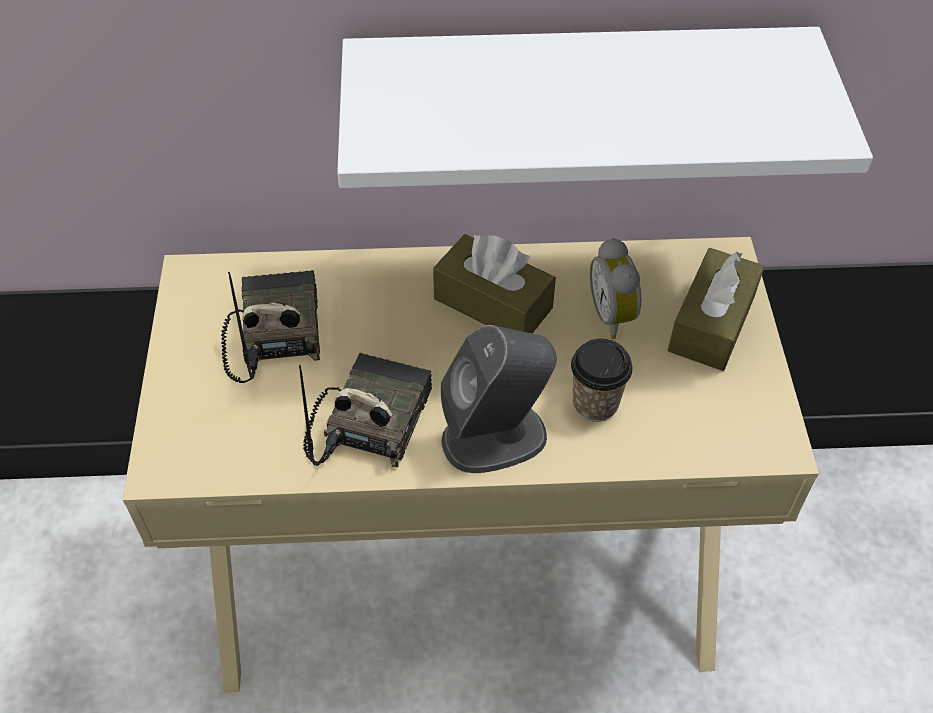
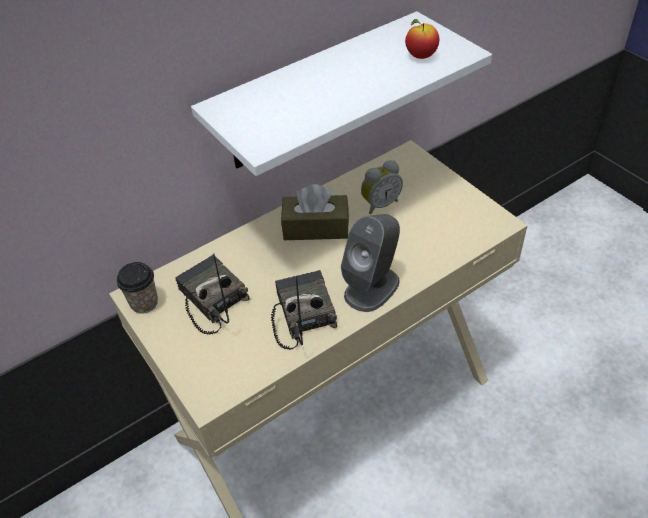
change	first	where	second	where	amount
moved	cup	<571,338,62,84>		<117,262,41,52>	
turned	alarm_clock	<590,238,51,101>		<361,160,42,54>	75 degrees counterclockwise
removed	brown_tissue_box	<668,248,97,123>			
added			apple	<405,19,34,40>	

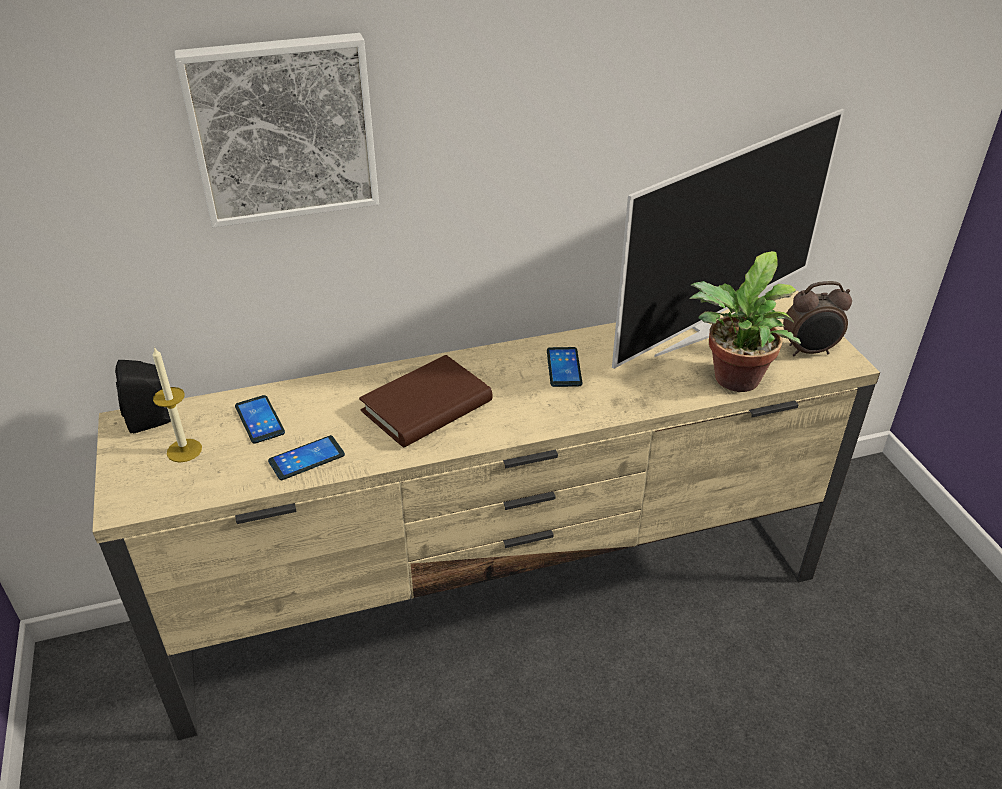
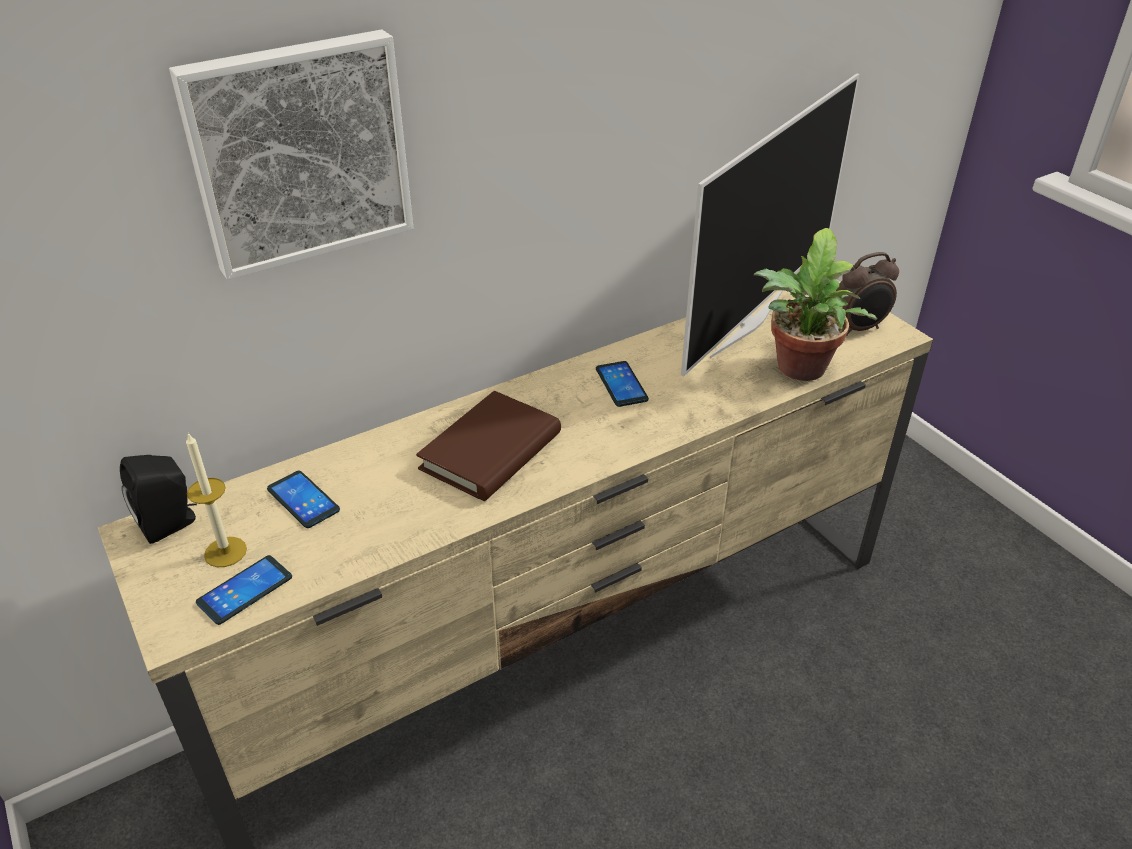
change	first	where	second	where	amount
moved	phone	<268,435,77,45>		<196,555,96,70>	

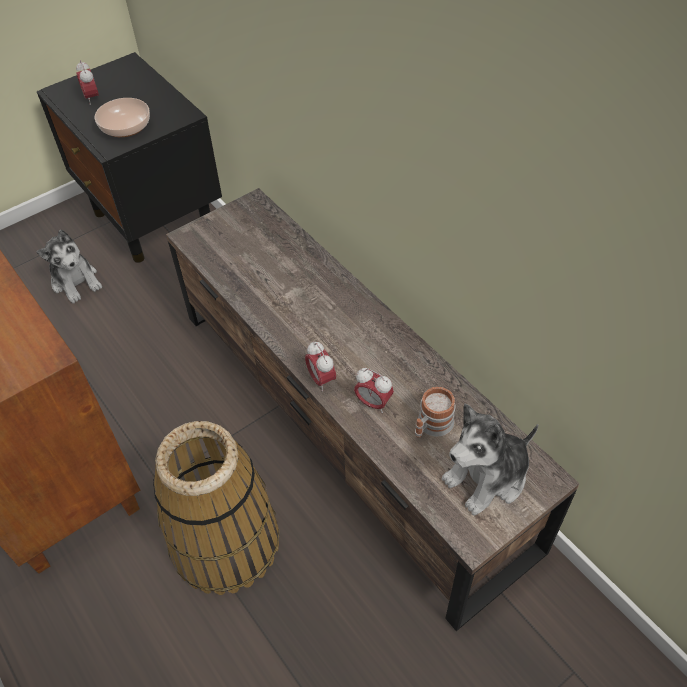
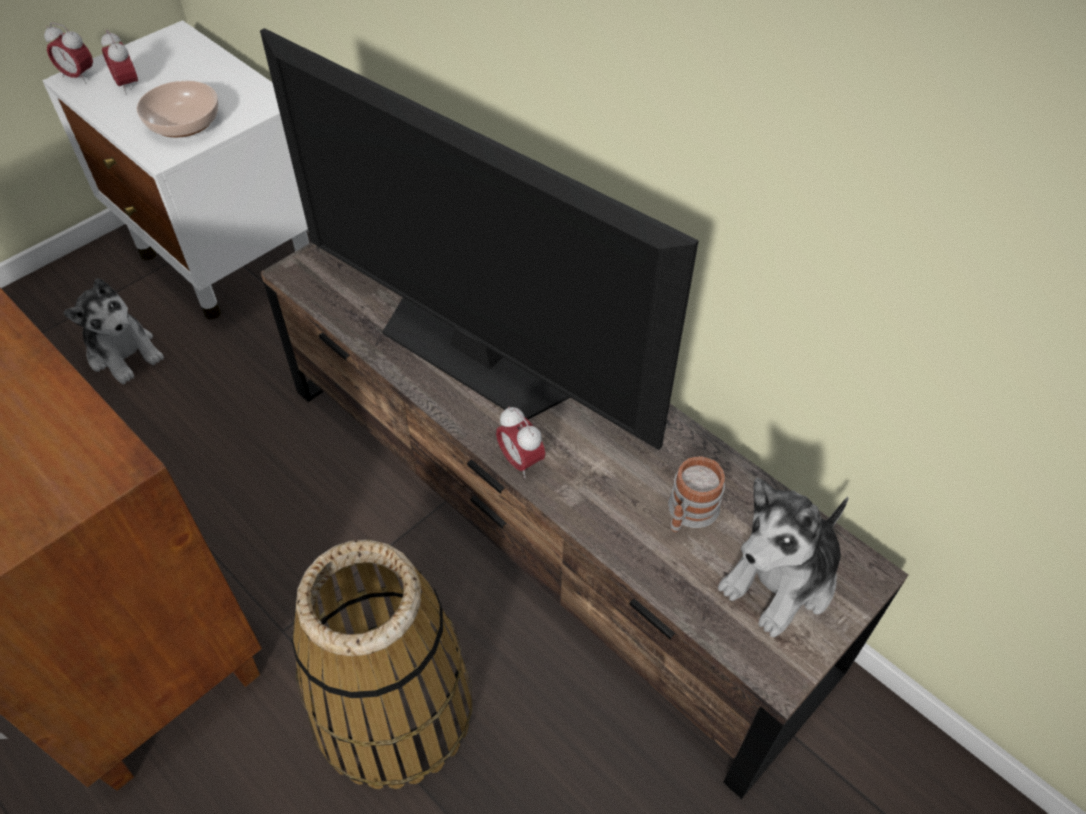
change	first	where	second	where	amount
recoloured	black_nightstand	<37,52,185,211>	white_nightstand	<42,20,267,299>	
moved	alarm_clock	<354,368,40,45>		<44,22,49,62>	
added			television	<260,28,439,422>	

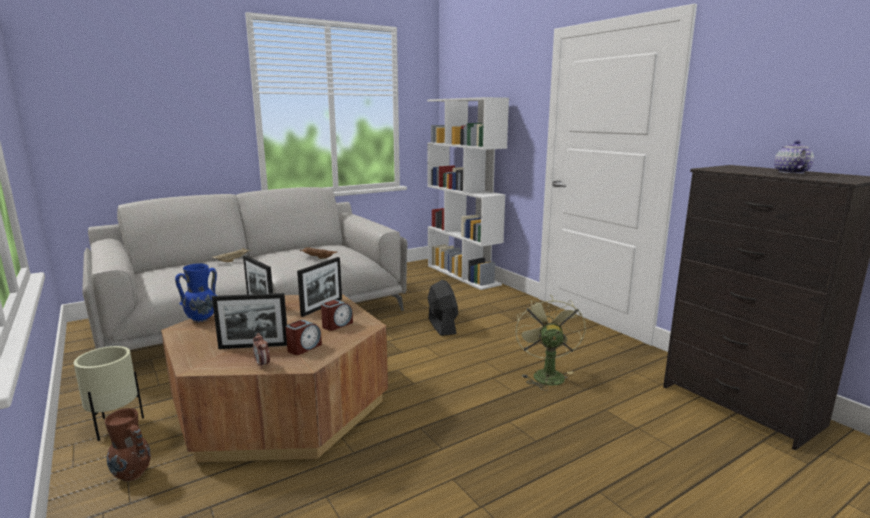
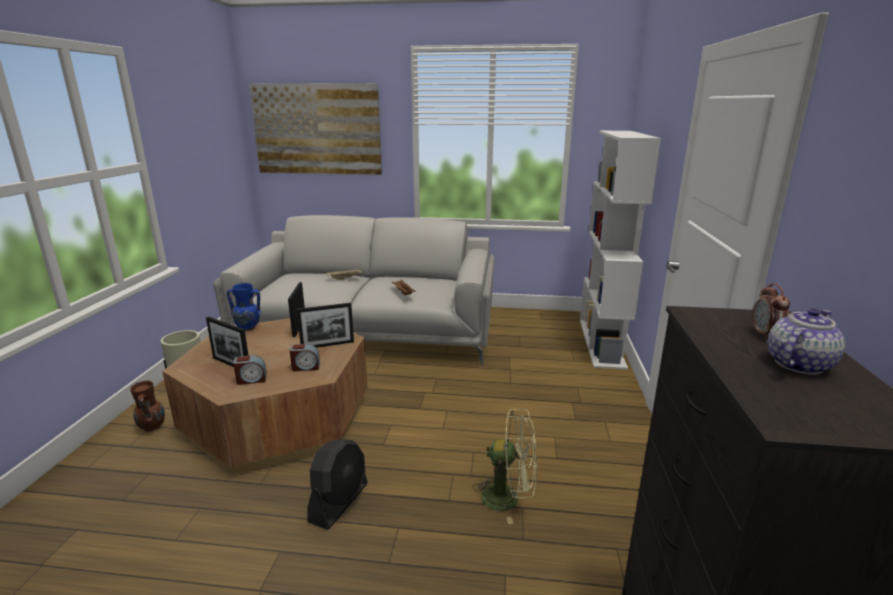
change	first	where	second	where	amount
moved	alarm_clock	<253,333,17,36>		<752,283,38,57>	
moved	black_fan	<428,280,30,56>		<307,439,61,91>	
turned	green_fan	<515,295,71,96>		<472,409,65,115>	60 degrees clockwise
added			picture	<249,83,133,92>	

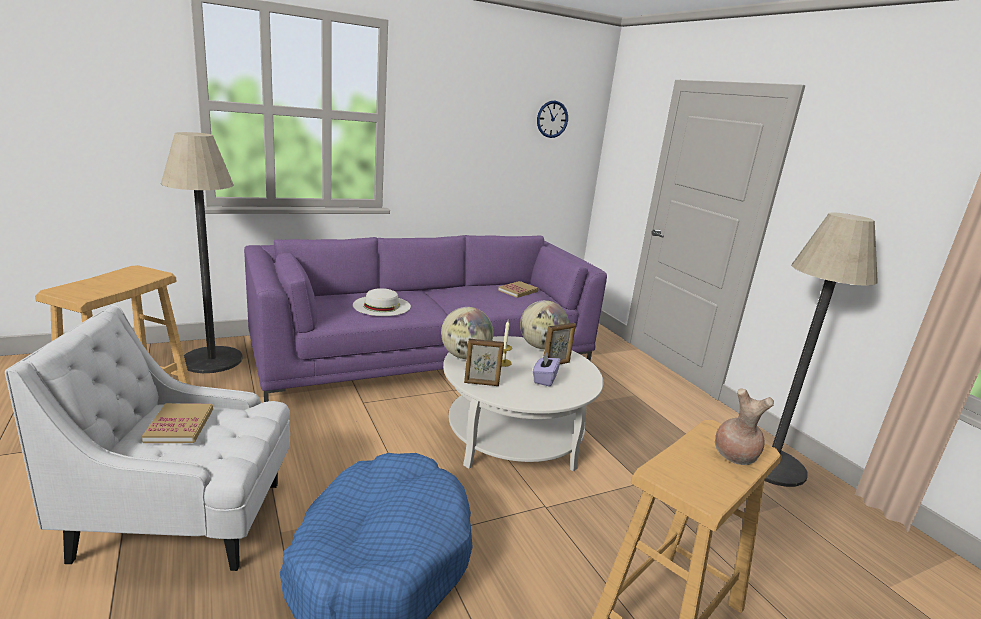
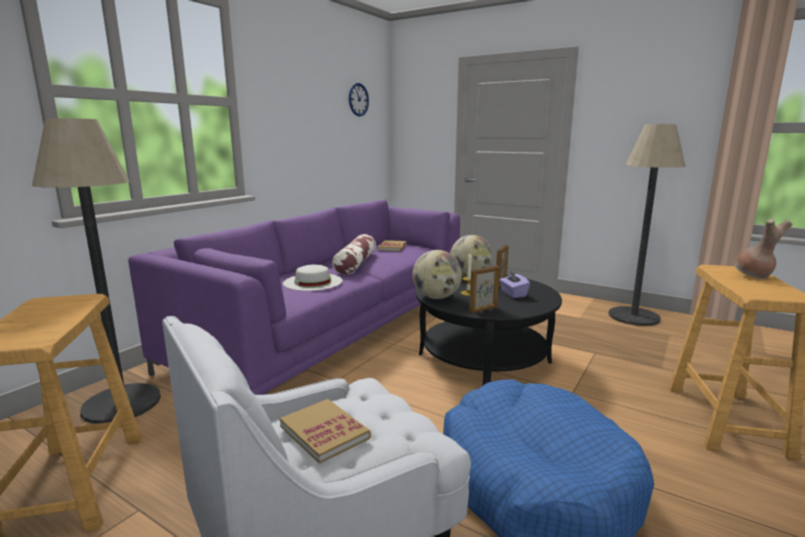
change	first	where	second	where	amount
recoloured	white_coffee_table	<443,336,160,135>	black_coffee_table	<416,275,146,110>	
added			pillow	<332,234,44,41>	

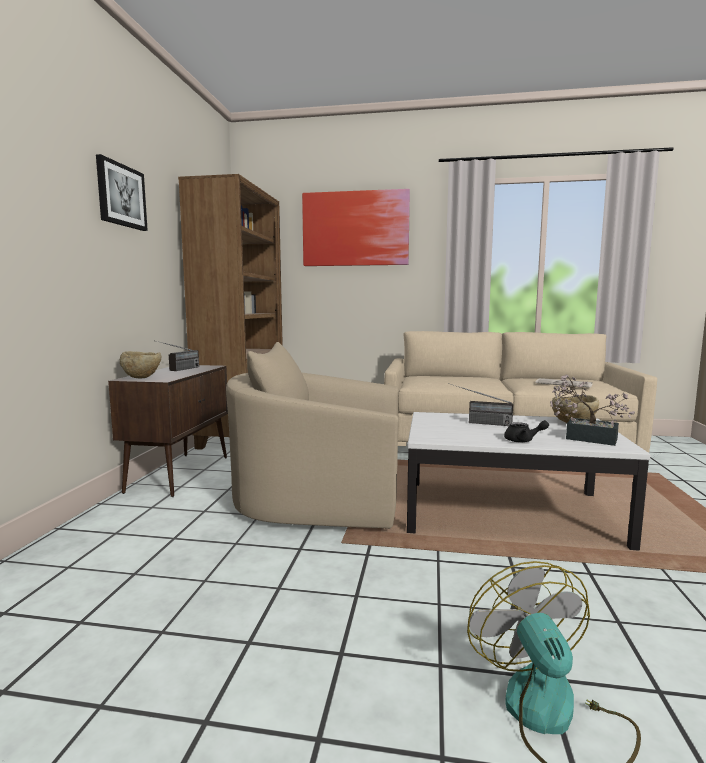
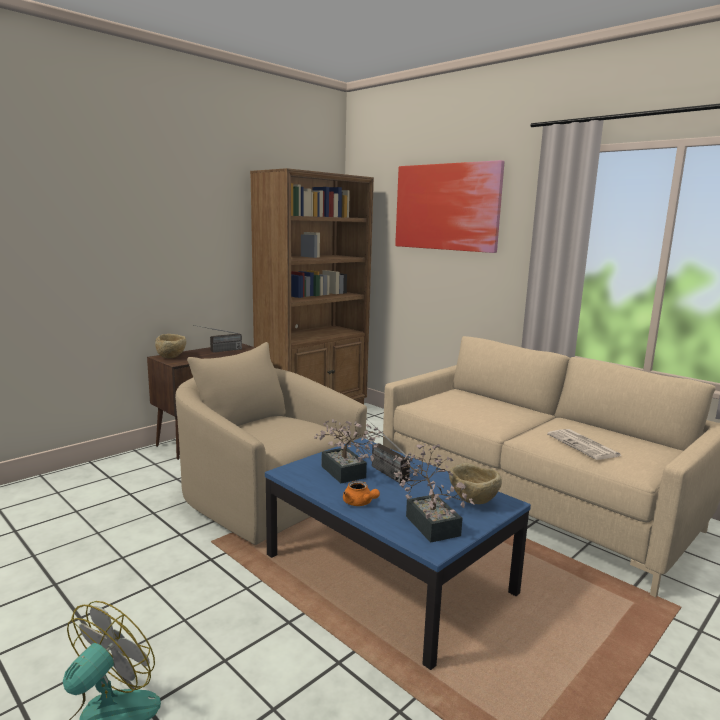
change	first	where	second	where	amount
removed	picture	<96,154,52,77>			
recoloured	white_coffee_table	<407,412,244,139>	blue_coffee_table	<265,438,266,232>	
recoloured	black_teapot	<504,420,45,22>	orange_teapot	<343,481,37,25>	
added			potted_plant	<314,419,68,64>	

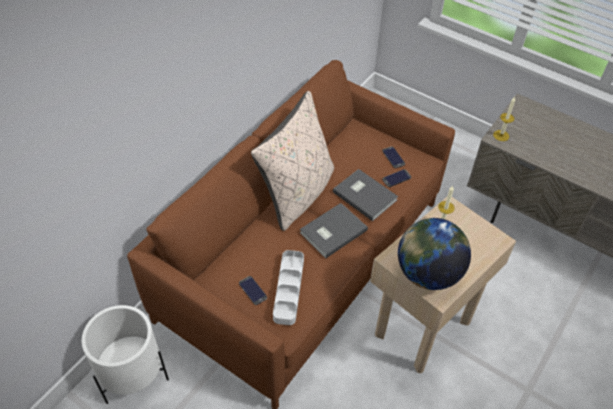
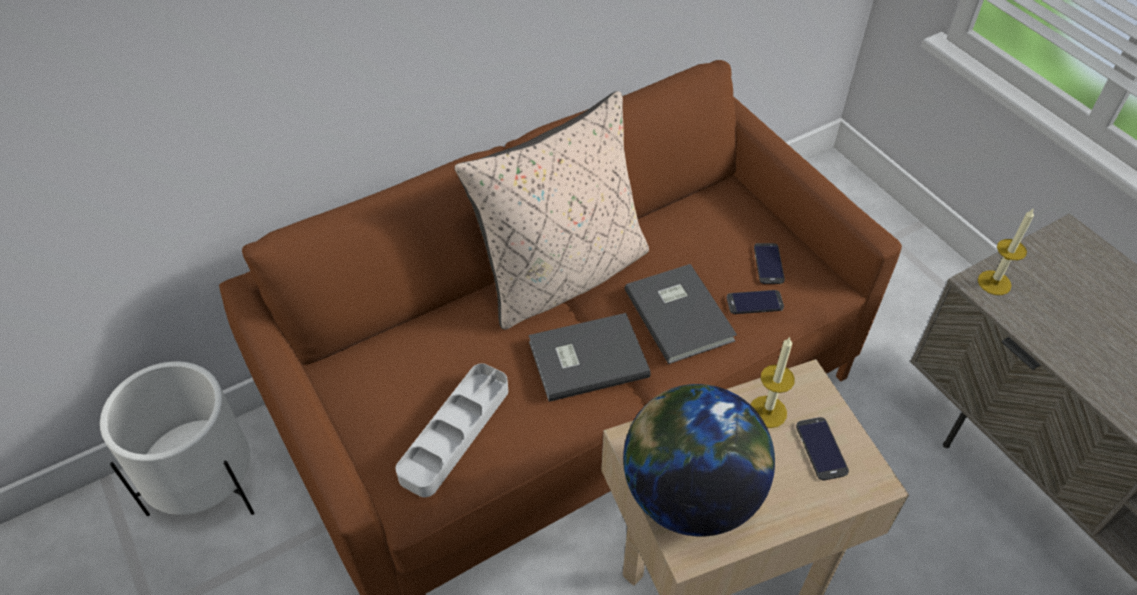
change	first	where	second	where	amount
moved	phone	<239,276,28,29>		<796,417,53,63>	

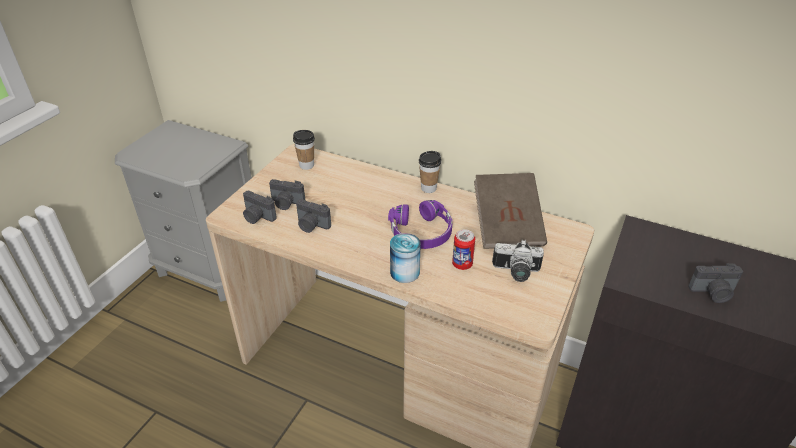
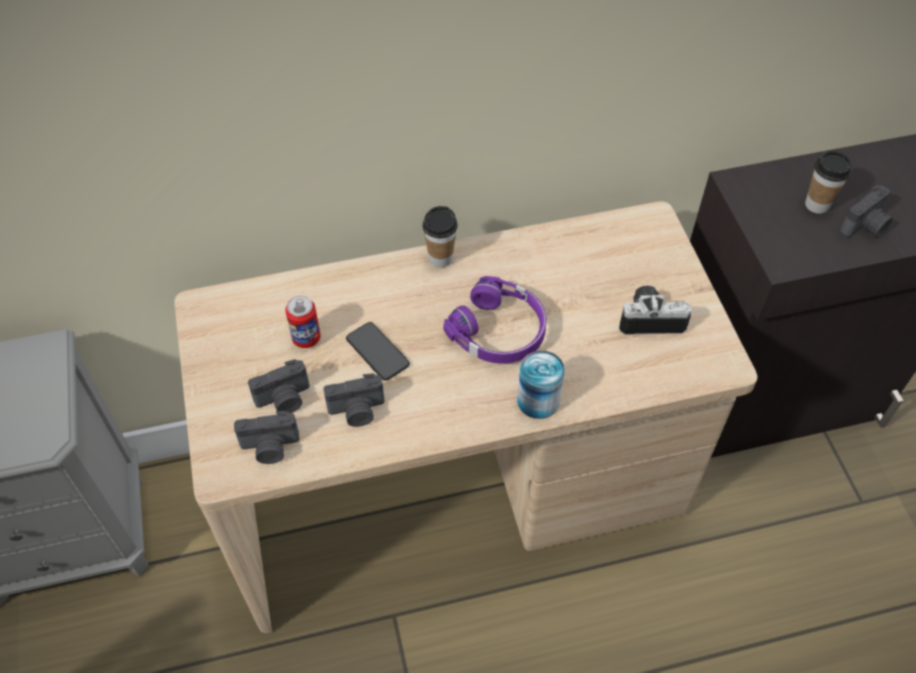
change	first	where	second	where	amount
moved	cup	<293,130,22,40>		<805,151,46,63>	
moved	can	<452,229,23,41>		<285,295,36,53>	
removed	brown_book	<474,173,73,76>			
turned	photo_camera	<492,240,52,42>		<619,286,72,48>	150 degrees counterclockwise
added			phone	<346,322,64,59>	

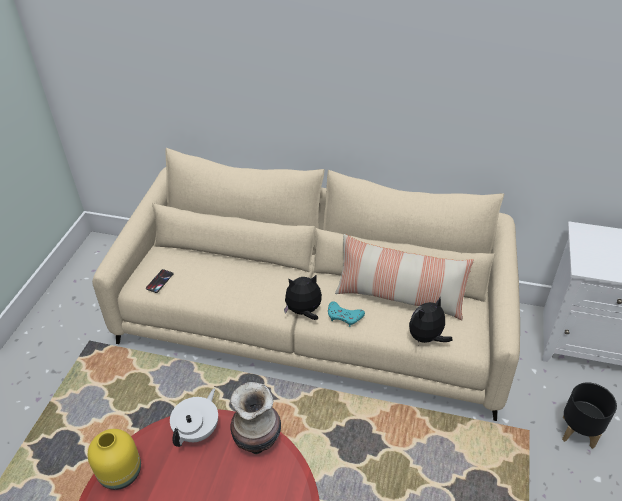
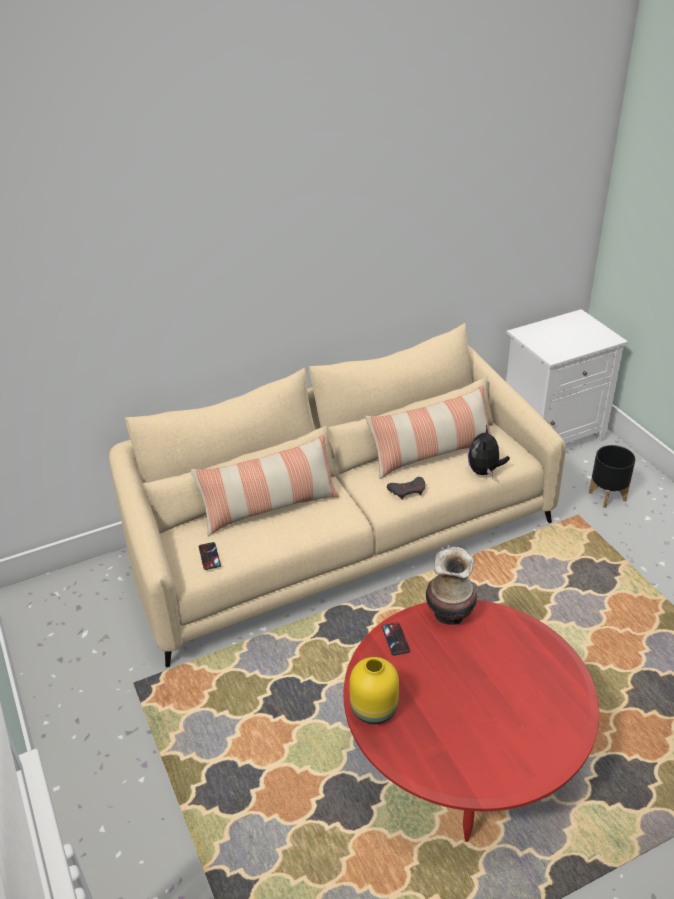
change	first	where	second	where	amount
replaced	white_teapot	<170,389,48,58>	phone	<382,622,28,34>	
removed	plush_toy	<284,275,38,45>			
recoloured	turquoise_game_controller	<328,301,37,26>	grey_game_controller	<387,477,38,23>	
added			pillow	<191,434,148,102>	

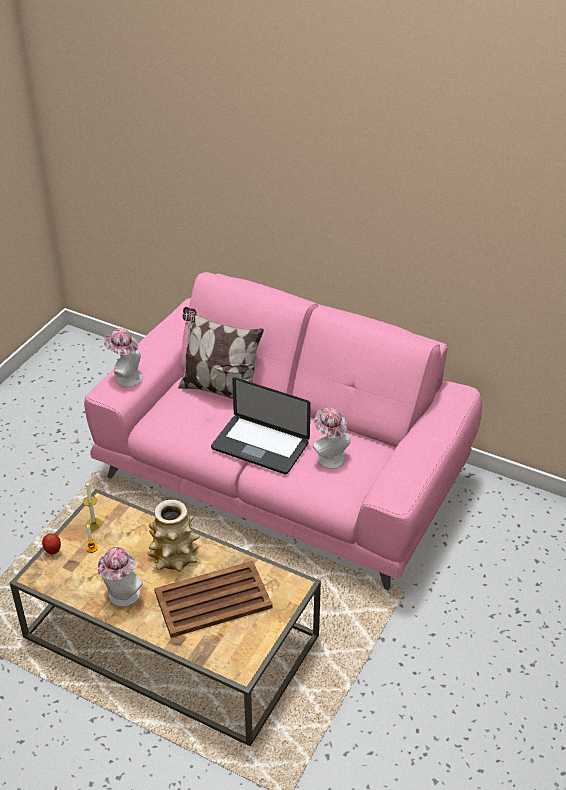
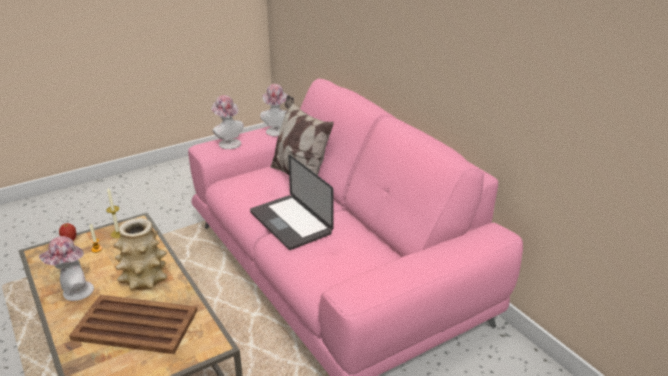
change	first	where	second	where	amount
moved	hat	<313,407,38,62>		<260,84,28,52>	

